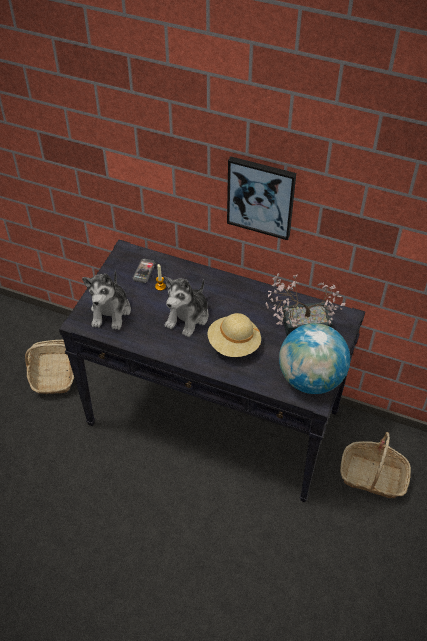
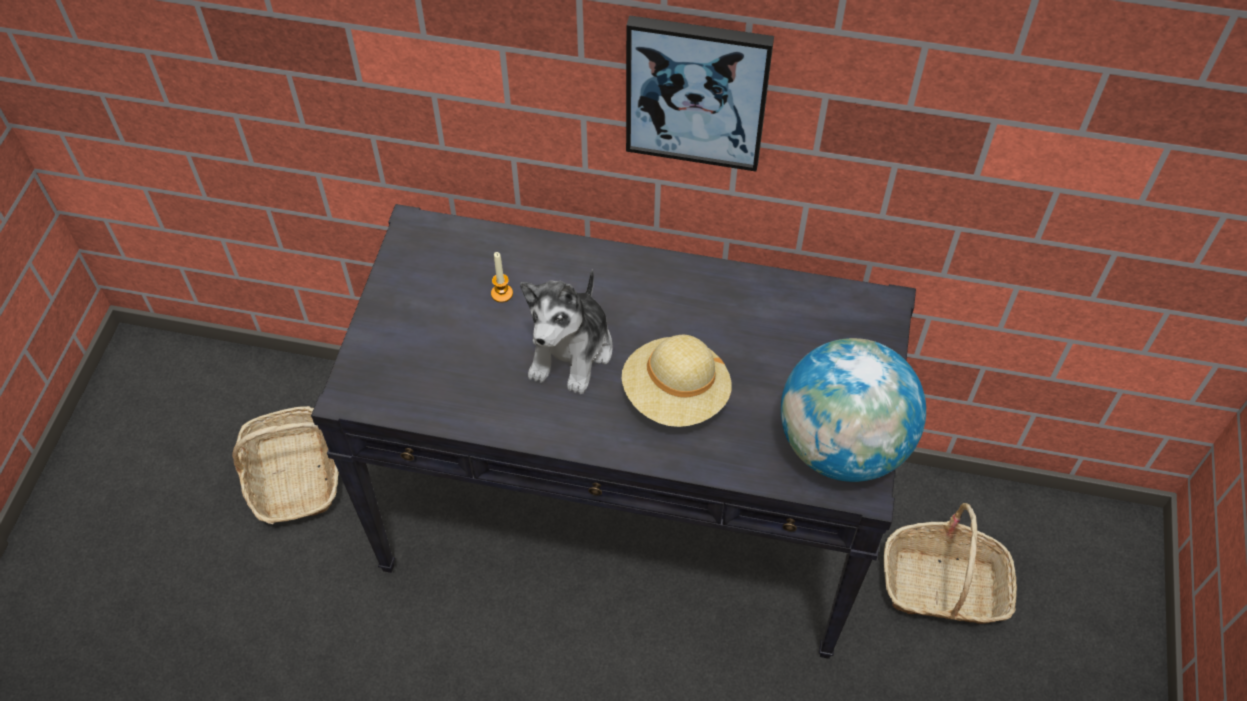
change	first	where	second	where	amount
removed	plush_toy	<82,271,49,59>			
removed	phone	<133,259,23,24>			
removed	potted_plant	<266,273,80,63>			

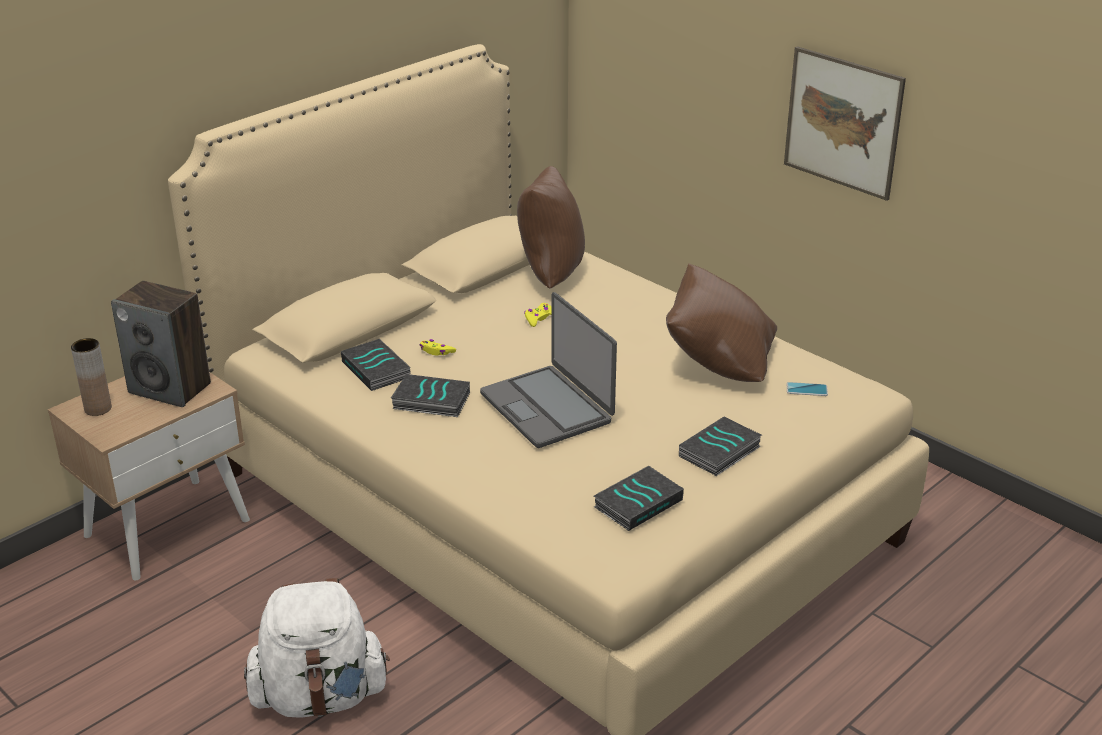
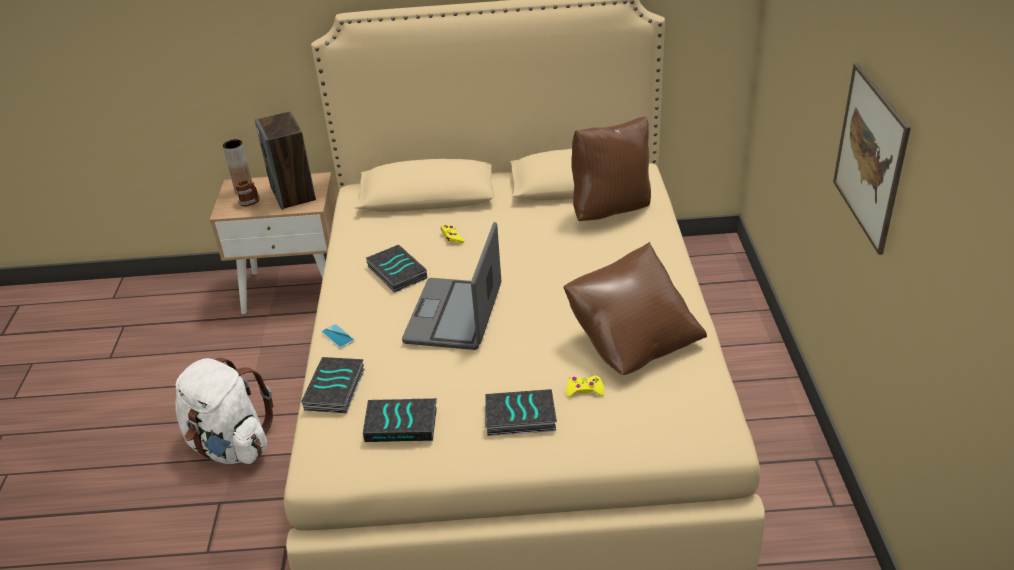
change	first	where	second	where	amount
moved	book	<341,339,70,52>		<301,357,64,56>	
moved	yellow_game_controller	<524,303,28,24>		<566,376,38,21>	
moved	phone	<787,382,41,14>		<321,324,34,25>	
added			mug	<235,179,25,28>	

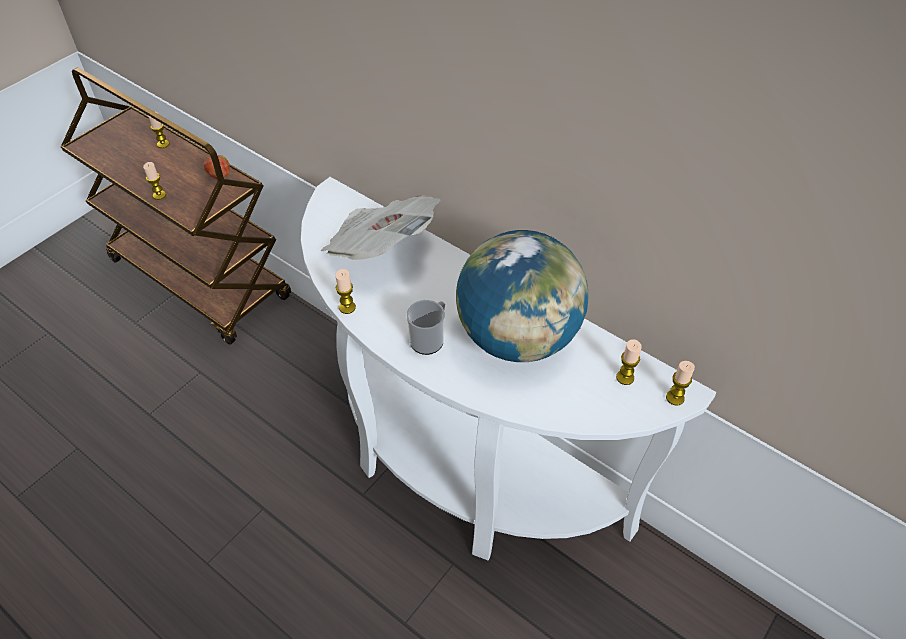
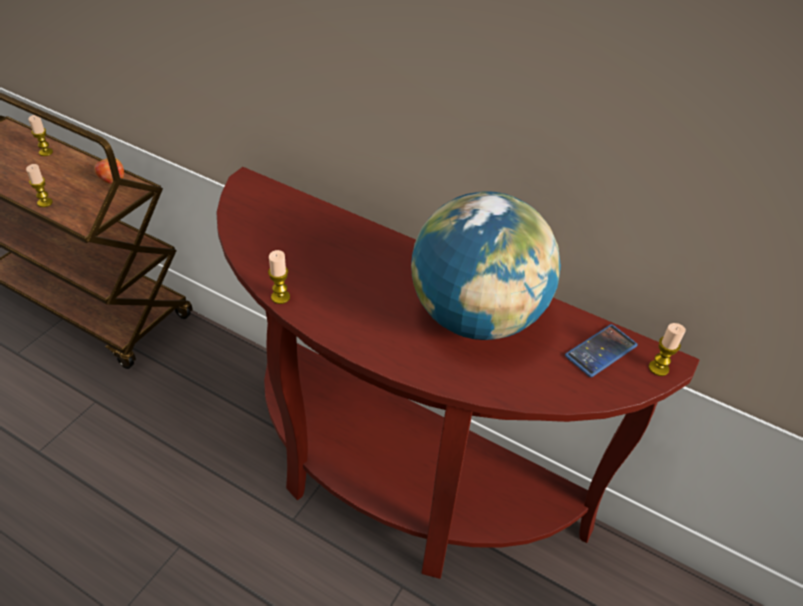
change	first	where	second	where	amount
recoloured	white_console_table	<301,177,415,383>	brown_console_table	<216,167,484,412>	
removed	newspaper	<321,195,120,65>			
removed	mug	<406,300,39,55>			
replaced	candle	<616,339,26,46>	phone	<565,324,73,53>	

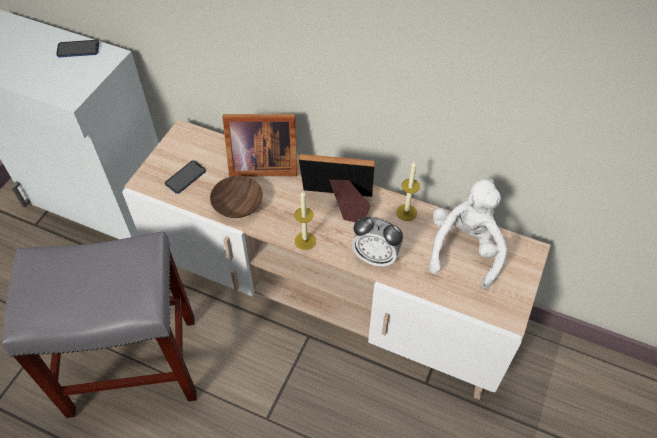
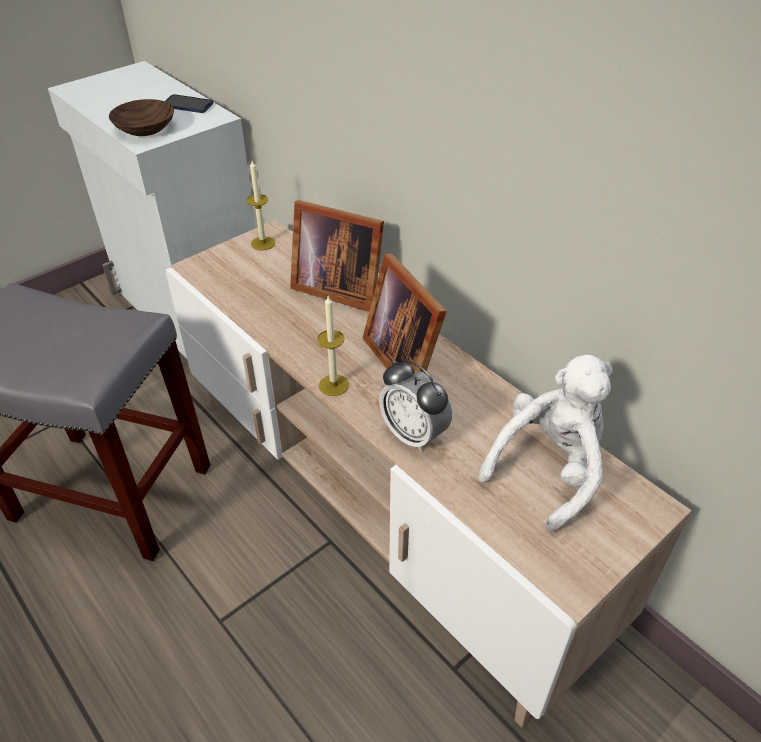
change	first	where	second	where	amount
removed	phone	<165,160,41,34>			
moved	brown_bowl	<210,176,53,42>		<109,99,65,37>	
turned	picture_frame	<299,154,76,68>		<363,253,84,121>	150 degrees counterclockwise
moved	candle	<396,161,24,60>		<246,161,29,90>	

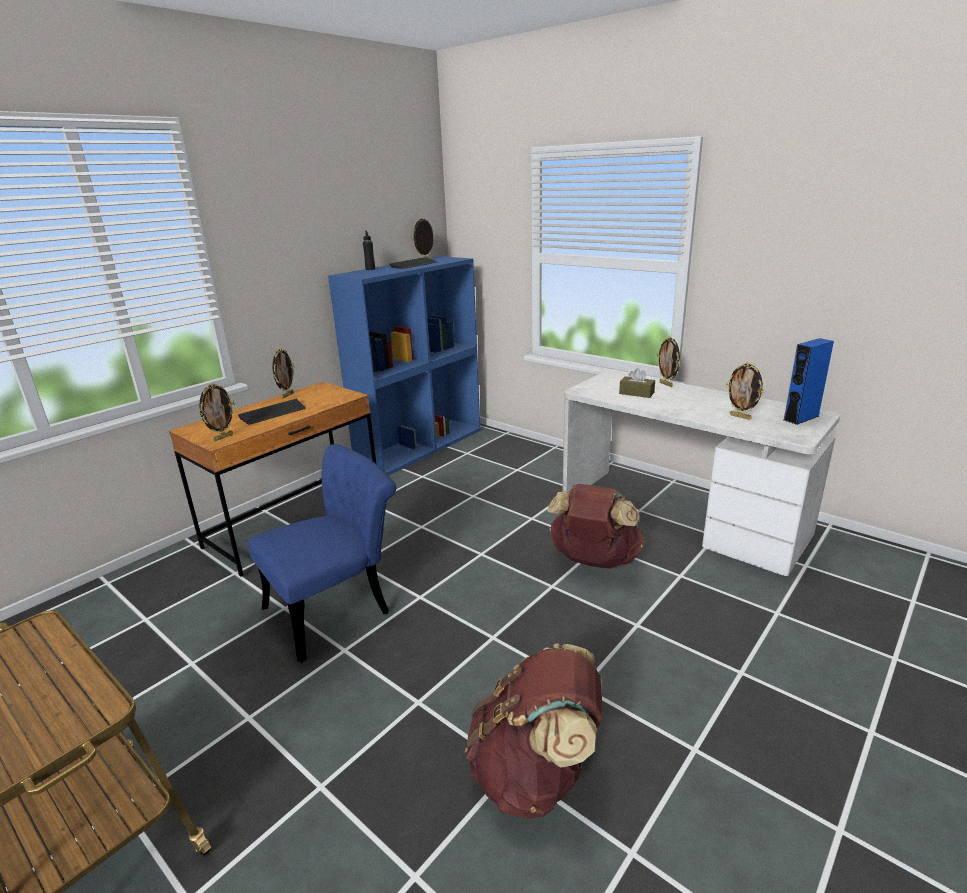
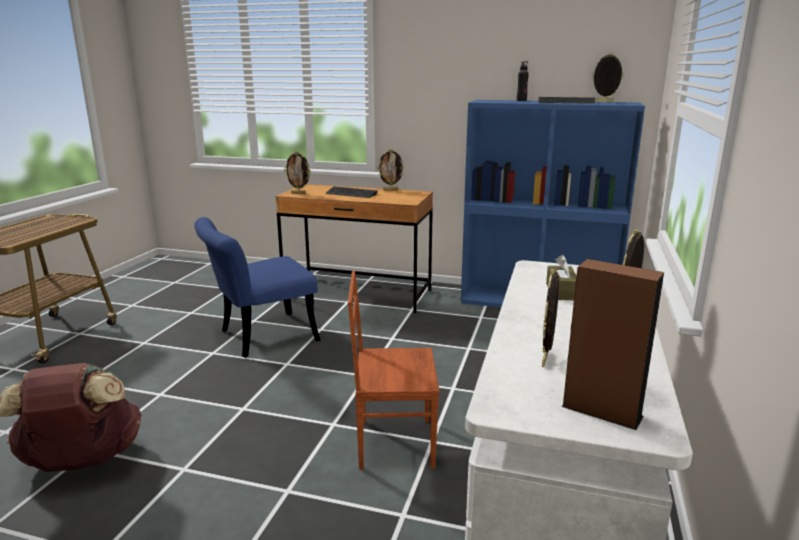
change	first	where	second	where	amount
turned	blue_chair	<248,444,148,219>		<194,217,127,141>	120 degrees clockwise
replaced	brown_backpack	<547,484,98,85>	brown_chair	<348,271,91,199>	
recoloured	blue_speaker	<784,338,50,87>	brown_speaker	<561,259,103,171>	

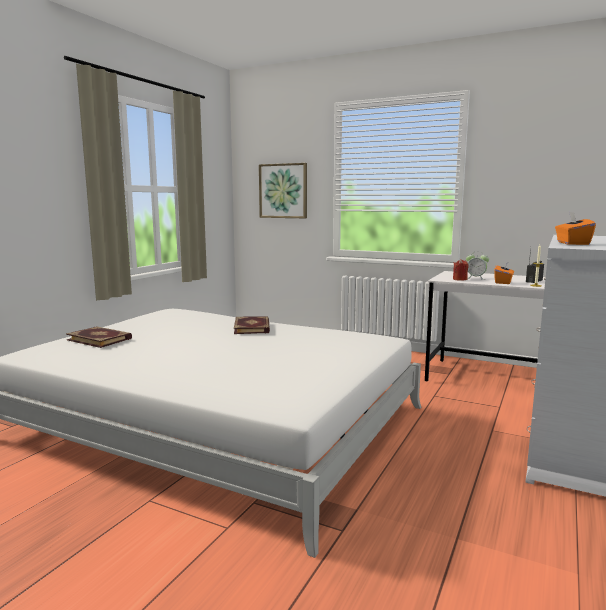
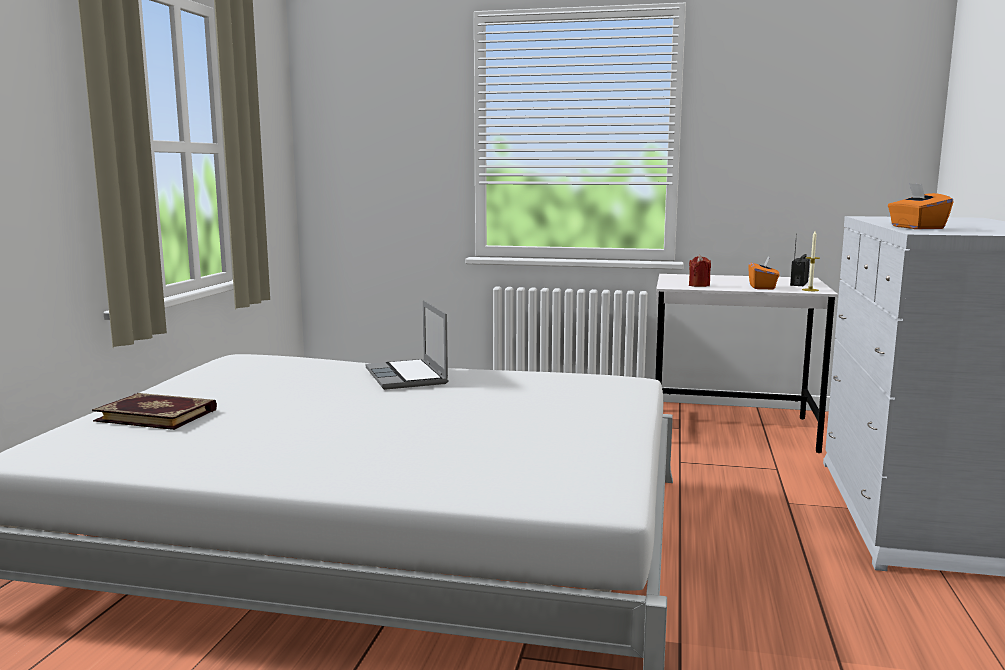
change	first	where	second	where	amount
replaced	book	<234,316,36,18>	laptop	<365,300,83,90>	
removed	picture	<259,163,48,55>			
removed	alarm_clock	<466,251,23,29>			

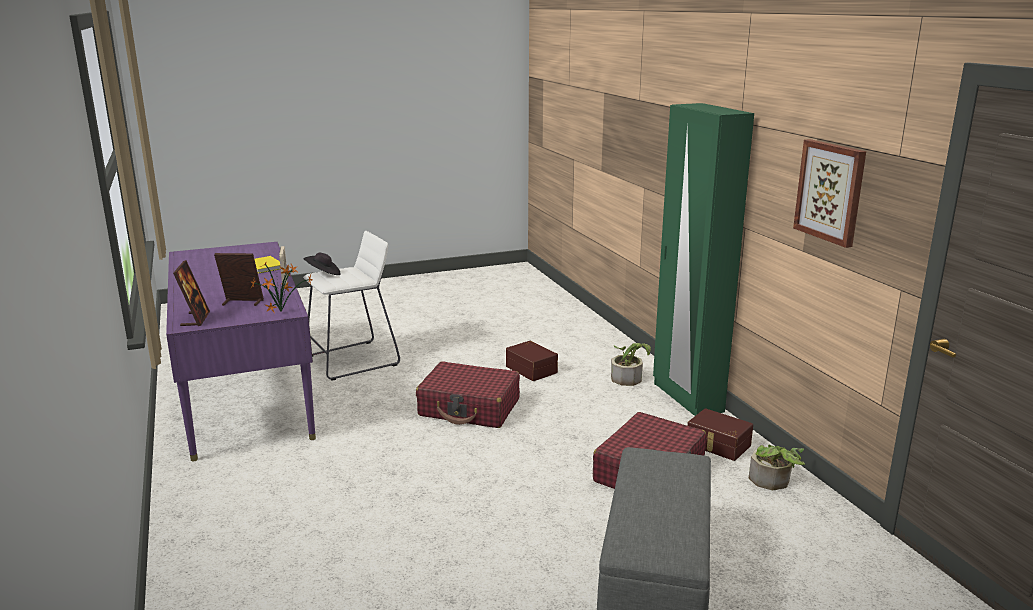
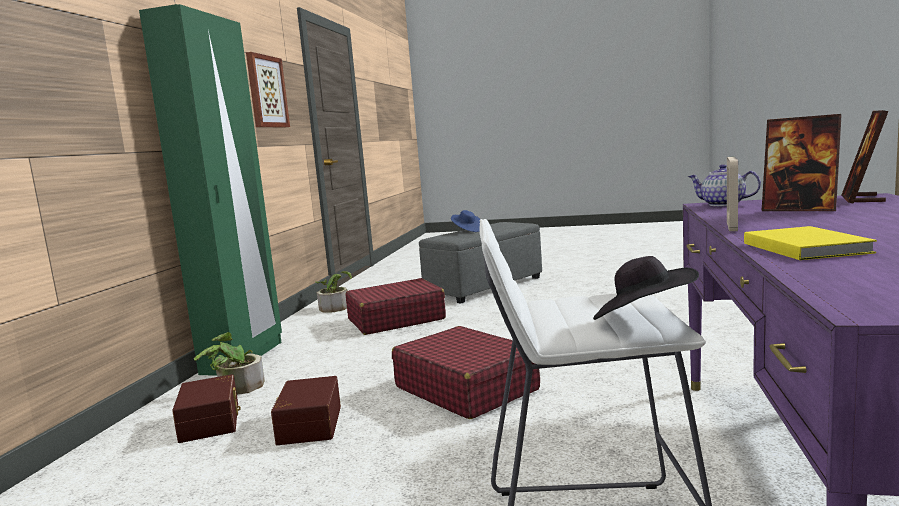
change	first	where	second	where	amount
replaced	potted_plant	<250,261,63,51>	teapot	<688,164,73,42>	
moved	brown_storage_box	<687,408,66,53>		<172,374,69,69>	
added			blue_hat	<451,210,29,22>	

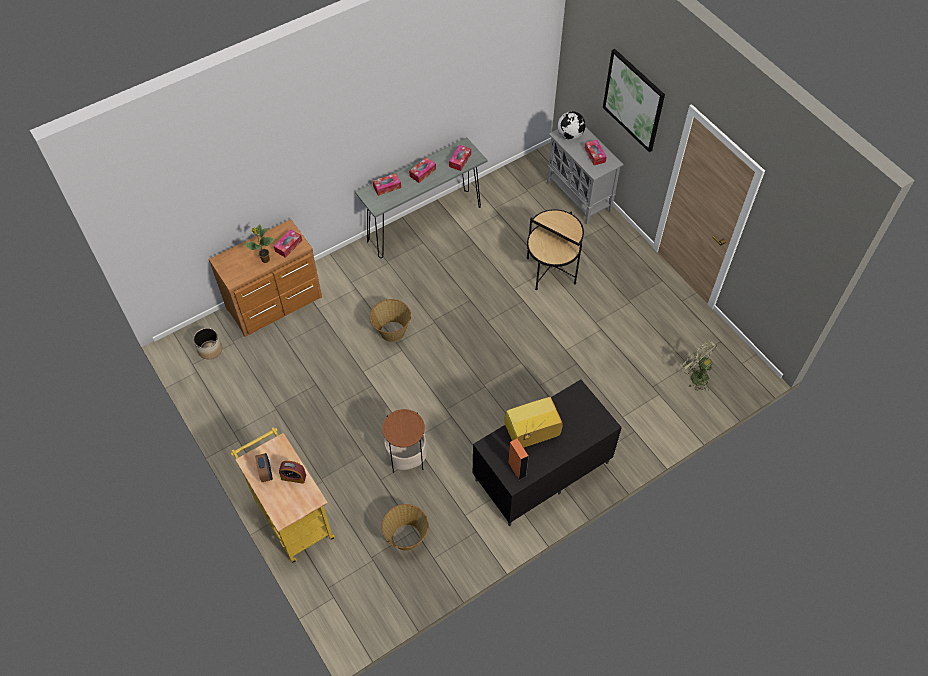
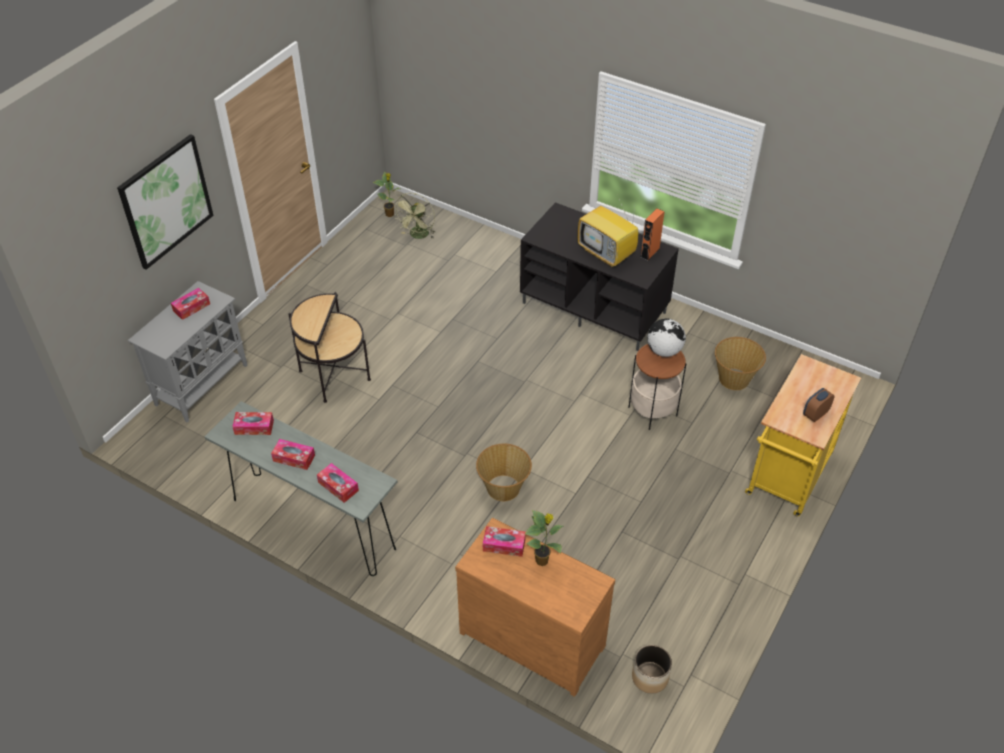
change	first	where	second	where	amount
removed	alarm_clock	<279,461,27,23>			
moved	globe	<558,111,28,29>		<647,318,39,39>	
added			potted_plant	<373,171,27,46>	

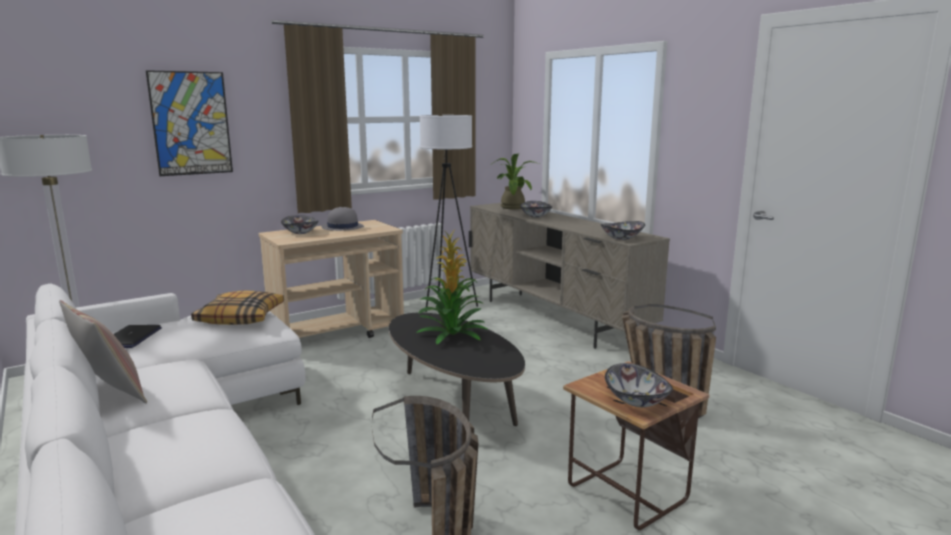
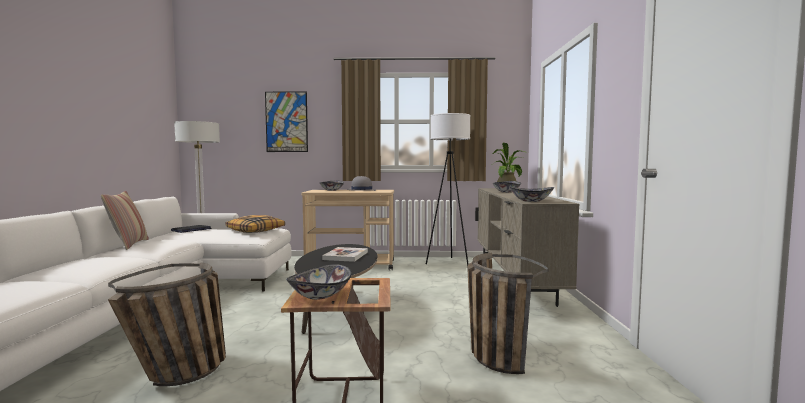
change	first	where	second	where	amount
replaced	potted_plant	<416,230,73,114>	book	<322,247,46,15>	

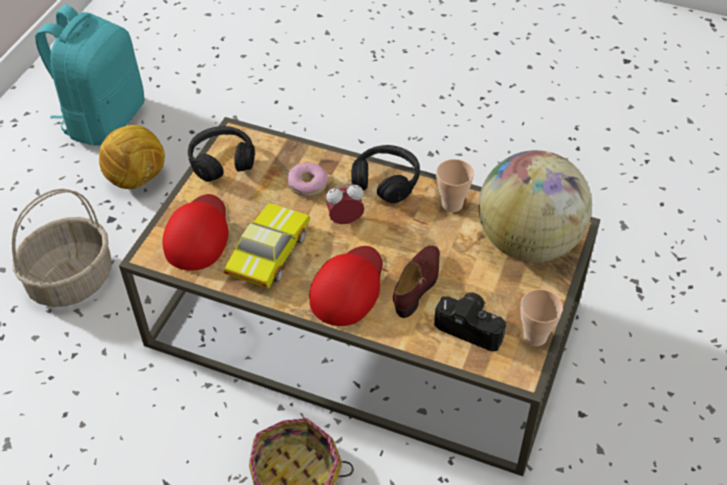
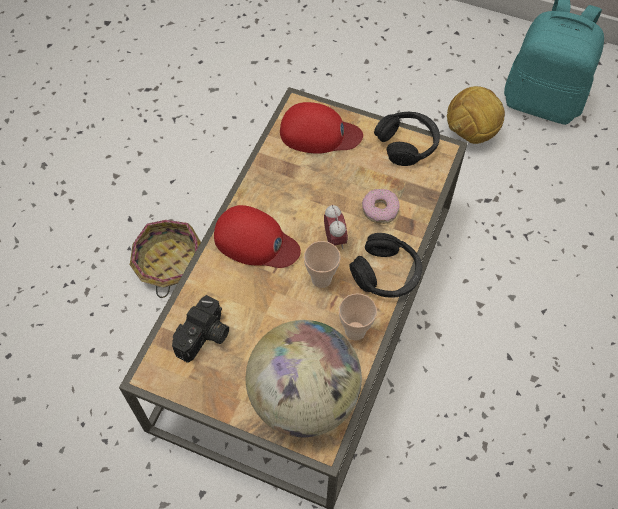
change	first	where	second	where	amount
removed	basket	<12,189,100,118>			
removed	toy_car	<224,203,86,85>			
removed	brown_shoe	<393,246,47,72>			
moved	cup	<520,289,43,57>		<304,241,37,47>	

